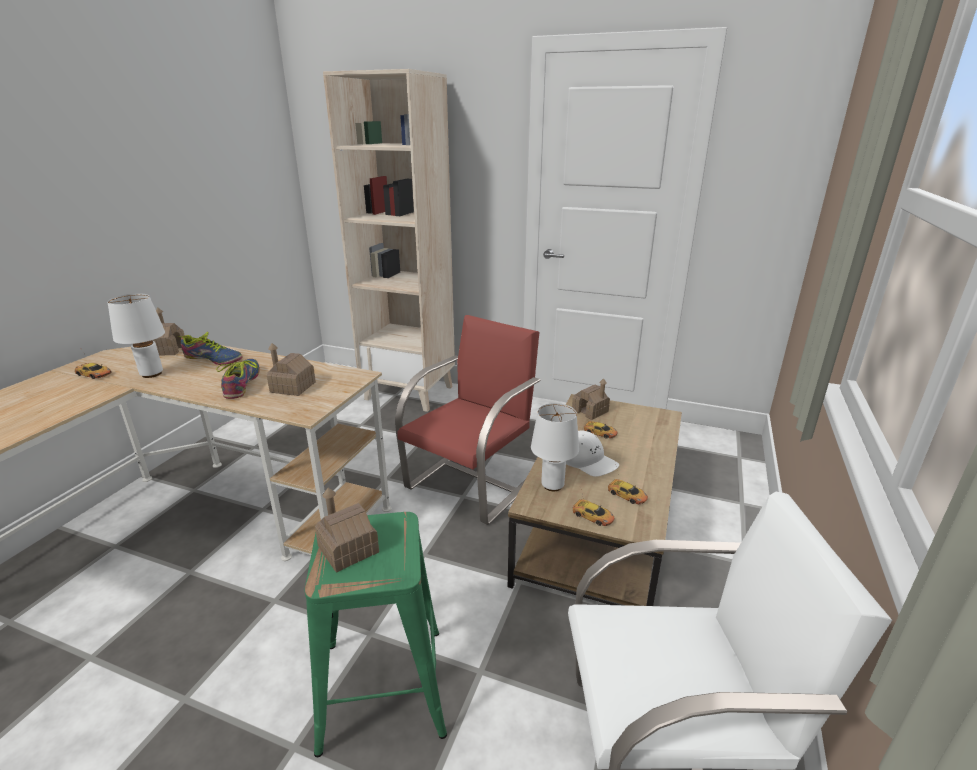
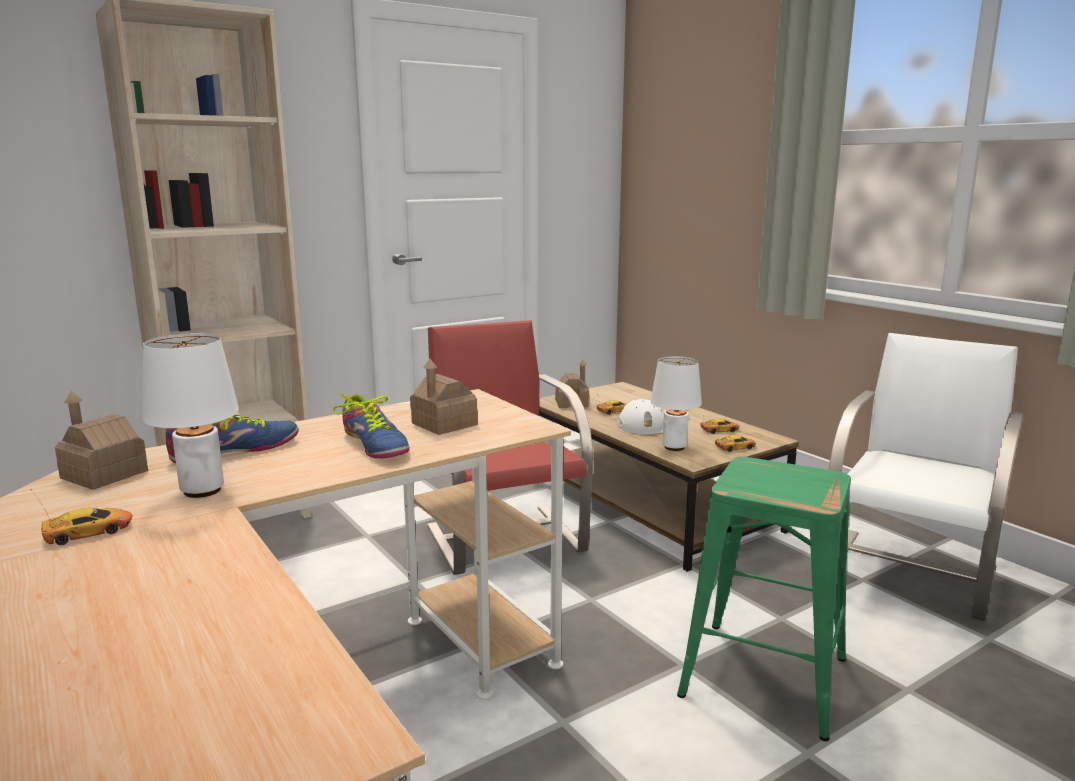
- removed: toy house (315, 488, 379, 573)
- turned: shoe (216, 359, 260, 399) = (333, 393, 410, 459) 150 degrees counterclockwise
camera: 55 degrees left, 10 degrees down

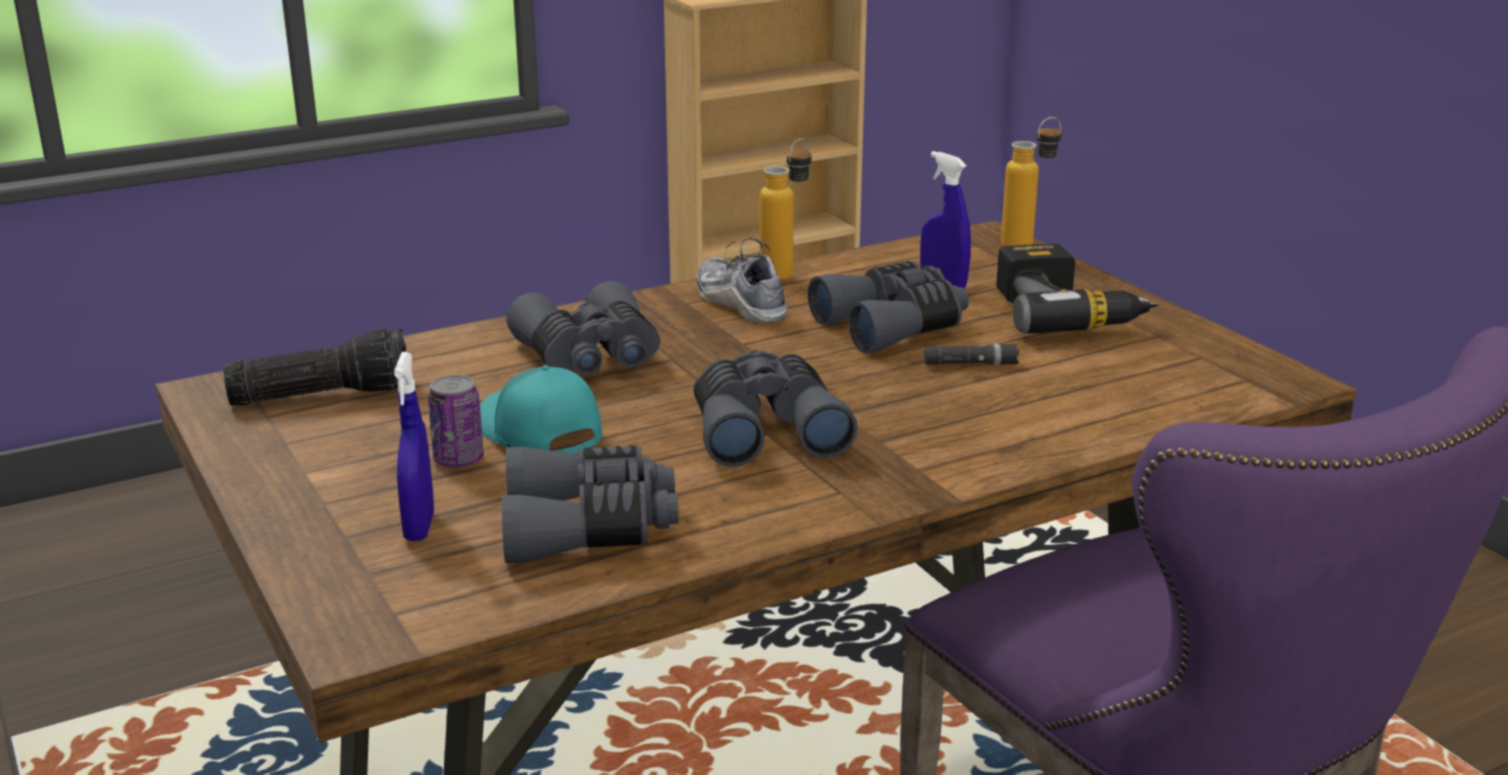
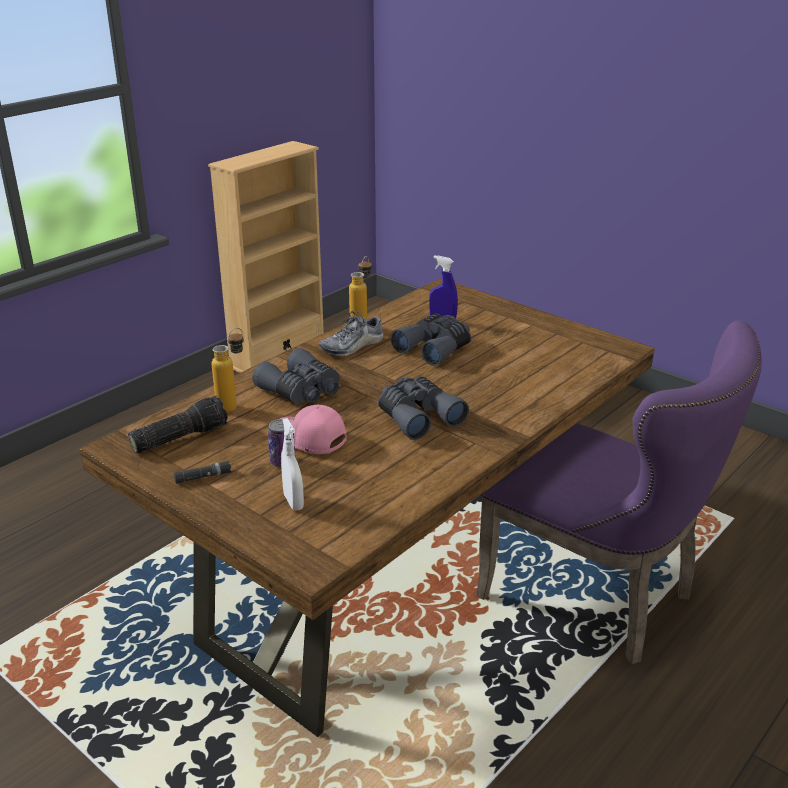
- removed: binoculars (grey) (502, 445, 679, 563)
- removed: power drill (997, 244, 1159, 333)
- moved: flashlight (black) (924, 344, 1020, 365) to (174, 461, 232, 484)
- moved: bottle (1001, 117, 1061, 247) to (212, 328, 244, 413)
- recoloured: spray bottle (blue) (394, 352, 434, 541) to spray bottle (white) (281, 418, 304, 510)
- recoloured: cap (turquoise) (480, 365, 602, 454) to cap (pink) (280, 405, 347, 454)
- turned: shoe (697, 238, 787, 323) = (319, 311, 384, 357) 75 degrees counterclockwise
camera: 20 degrees left, 5 degrees up

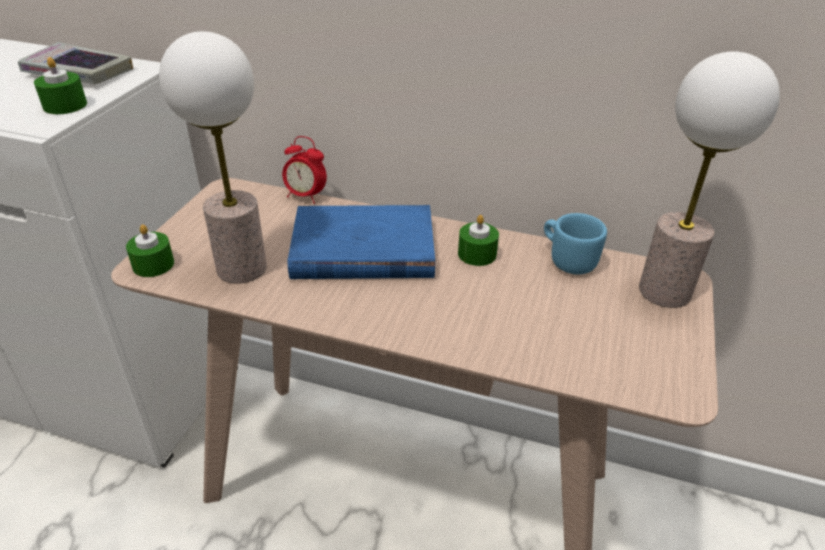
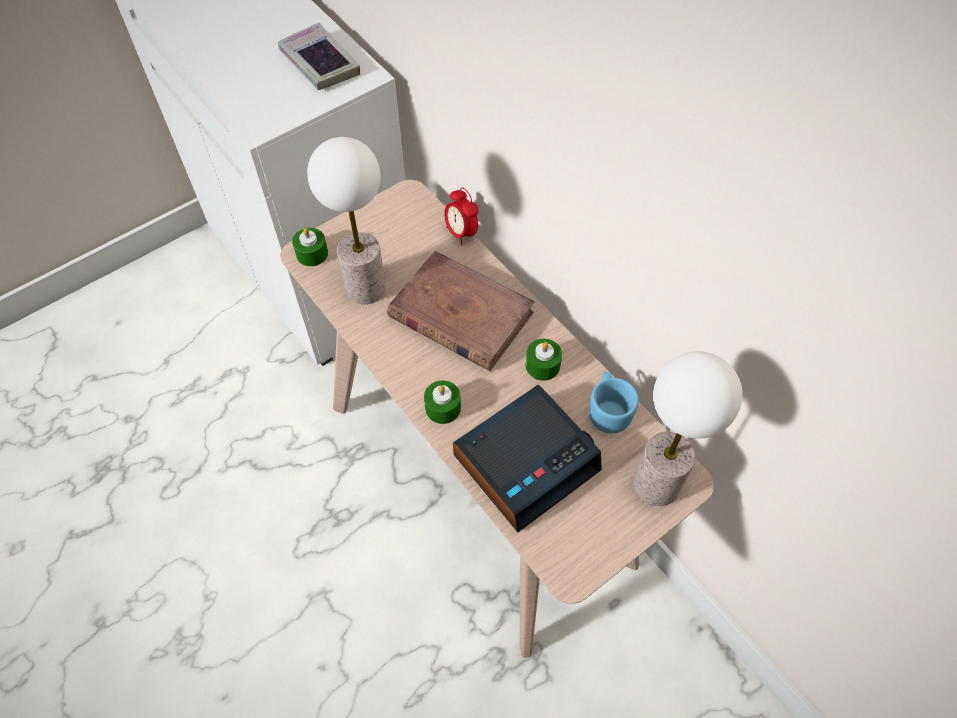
- added: alarm clock (453, 385, 602, 532)
- moved: candle (green) (34, 57, 87, 114) to (424, 380, 461, 424)
- recoloured: book (blue) (288, 205, 435, 279) to book (brown) (387, 251, 535, 371)
camera: 35 degrees right, 20 degrees up

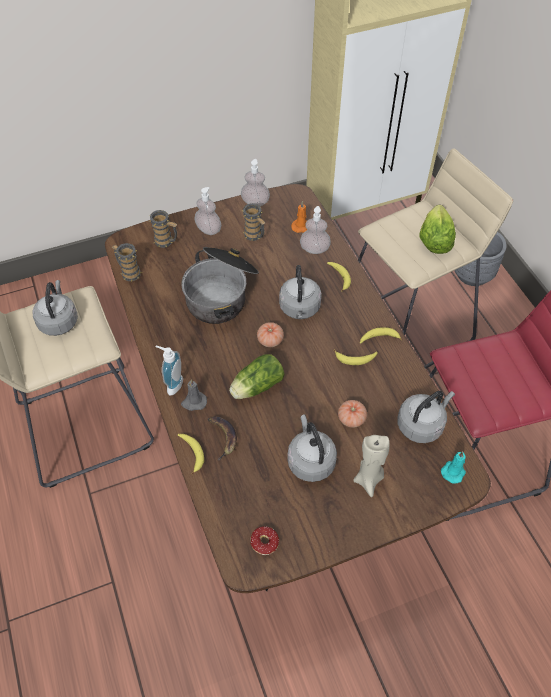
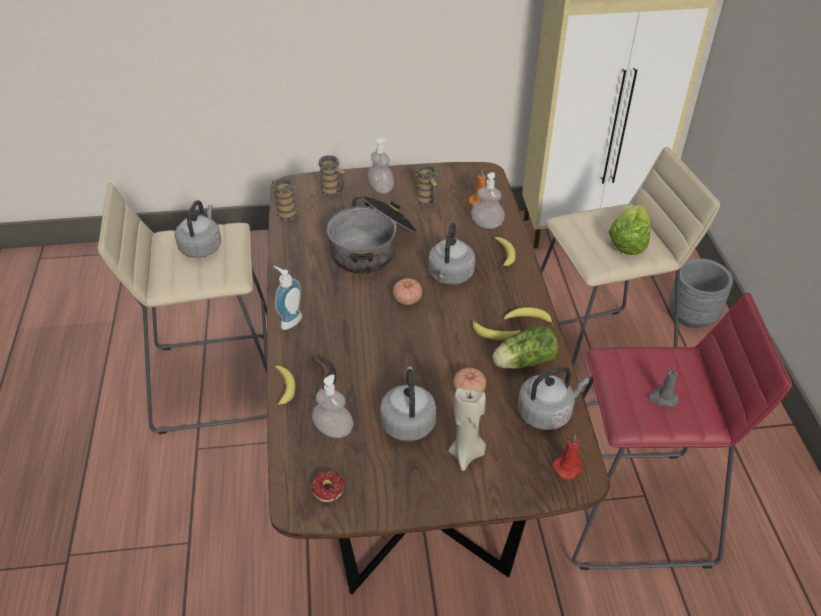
- moved: candle (grey) (181, 379, 207, 411) to (648, 366, 679, 407)
- moved: lettuce (229, 354, 284, 399) to (492, 326, 558, 369)
- moved: soap dispenser (241, 159, 270, 206) to (312, 374, 354, 438)
- recoloured: candle (turquoise) (441, 451, 466, 484) to candle (red) (553, 435, 582, 479)
camera: 15 degrees right, 10 degrees down

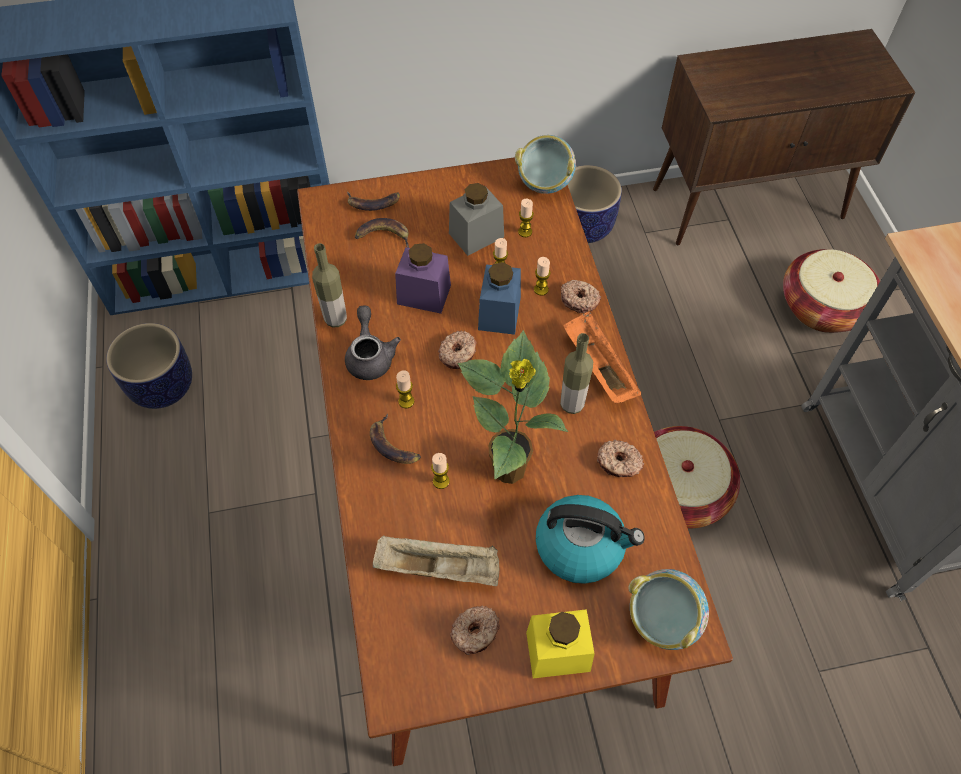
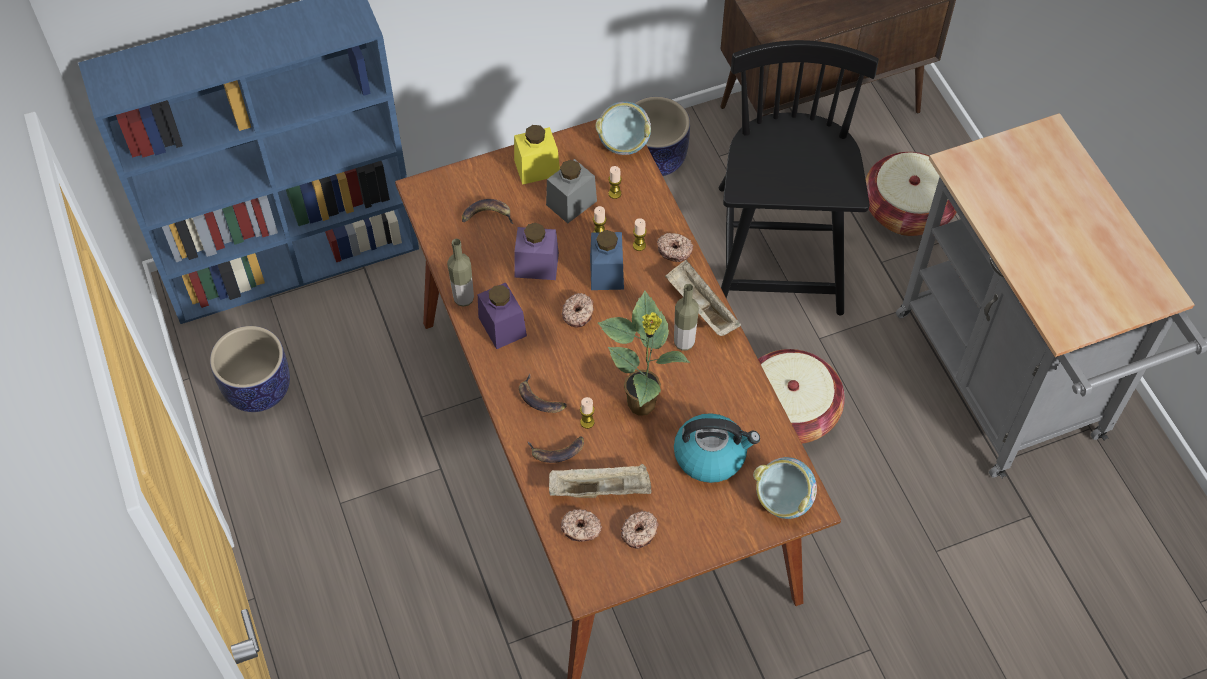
- removed: candle (396, 370, 414, 408)
- added: chair (black) (719, 40, 879, 316)
- moved: banana (347, 192, 400, 211) to (528, 436, 584, 463)
- moved: jar (yellow) (526, 609, 595, 679) to (514, 125, 560, 185)
- moved: donut (597, 440, 644, 477) to (561, 509, 602, 542)
- replaced: teapot (grey) (345, 305, 401, 380) to jar (purple) (478, 282, 527, 349)
- recoloured: tray (orange) (563, 311, 641, 403) to tray (beige) (665, 260, 741, 336)
camera: 10 degrees left, 0 degrees up

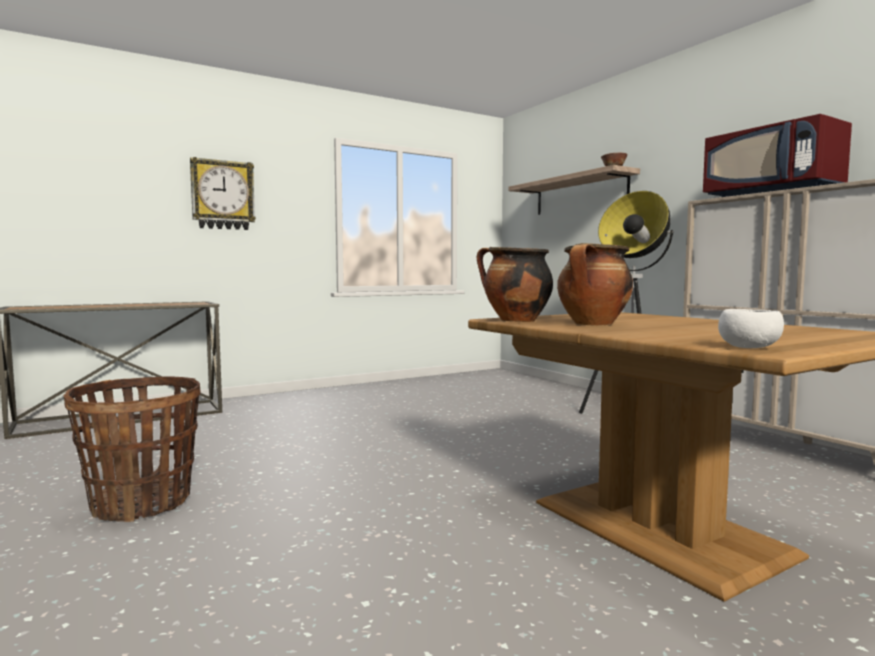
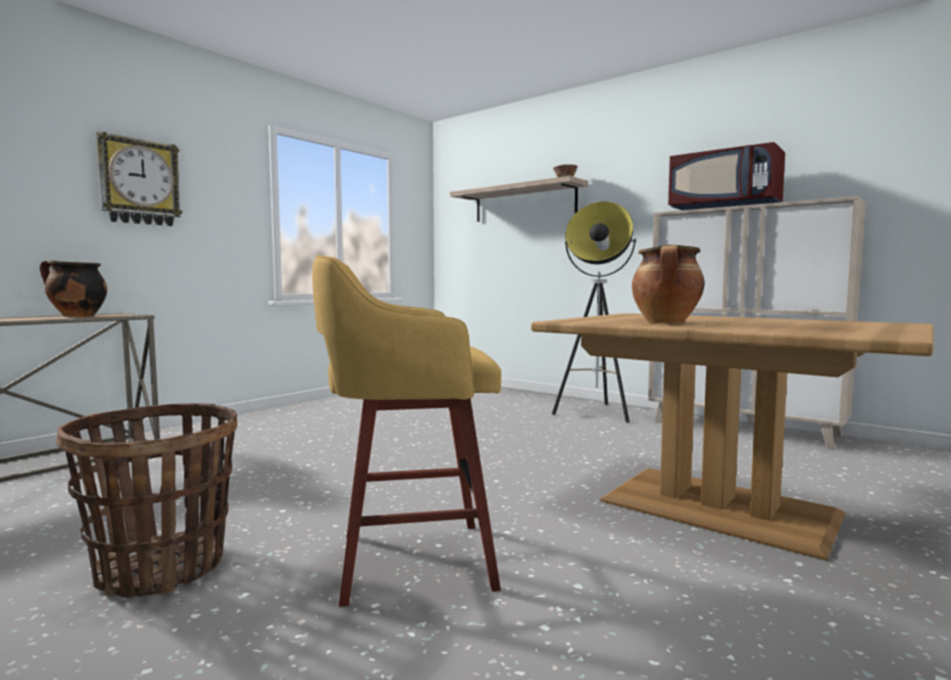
- removed: bowl (white) (718, 309, 784, 348)
- added: stool (yellow) (312, 255, 501, 607)
- moved: cooking pot (477, 247, 553, 322) to (40, 260, 107, 317)
camera: 20 degrees left, 0 degrees up

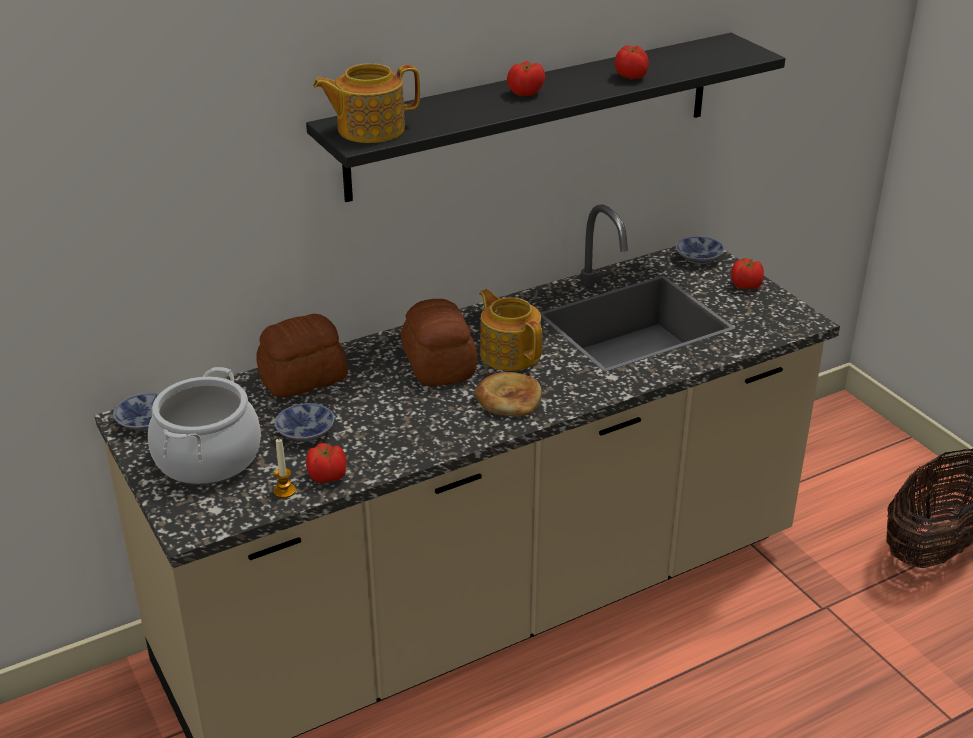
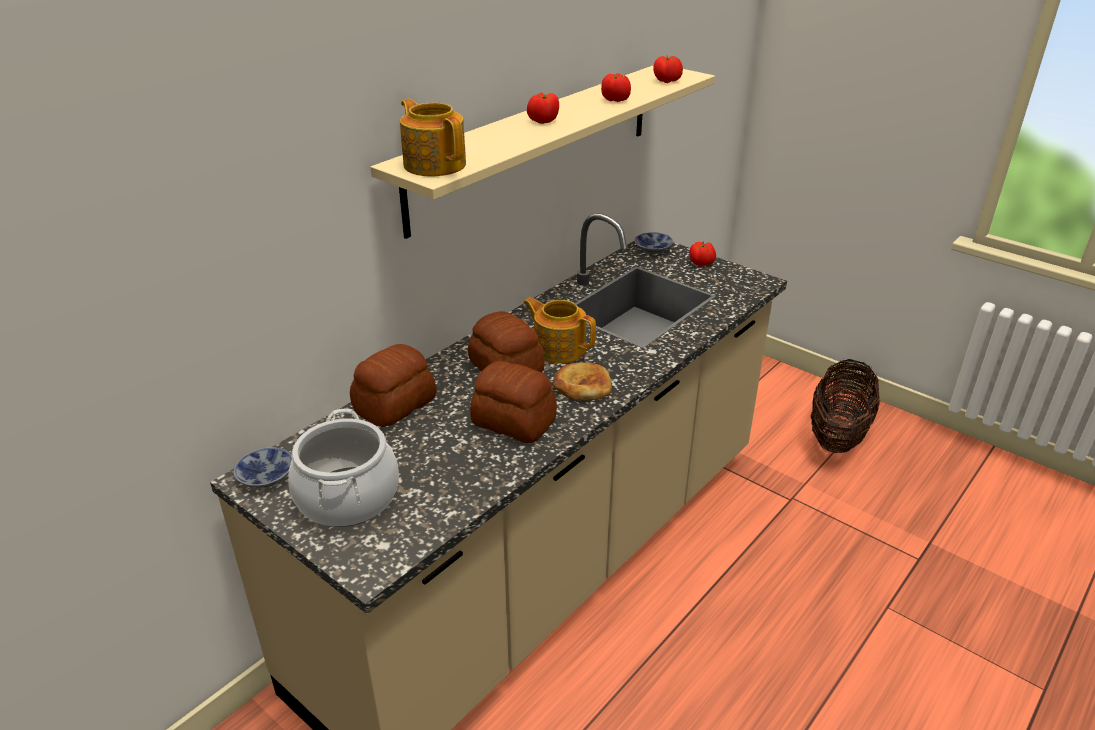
- removed: candle (273, 438, 296, 498)
- removed: bowl (274, 403, 334, 442)
- added: bread (470, 361, 557, 443)
- moved: tomato (306, 443, 347, 483) to (653, 55, 683, 83)
- recoloured: shelf (black) (306, 33, 786, 202) to shelf (beige) (370, 65, 715, 239)
- turned: teapot (313, 63, 420, 143) = (400, 99, 466, 176) 90 degrees clockwise
camera: 20 degrees left, 0 degrees up

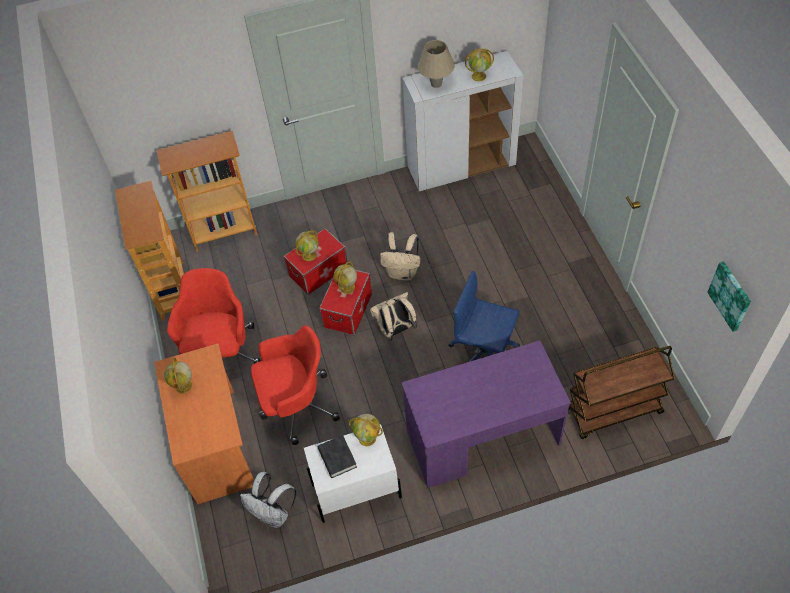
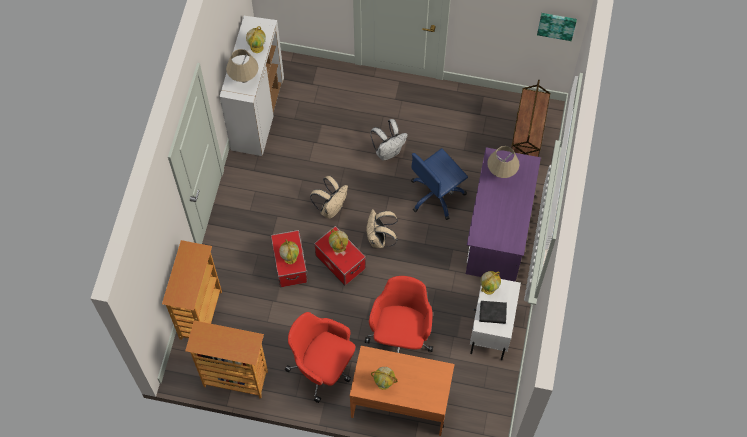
- added: table lamp (beige) (487, 146, 519, 178)
- moved: backpack (white) (240, 472, 296, 528) to (370, 119, 408, 160)
camera: 65 degrees left, 10 degrees up

